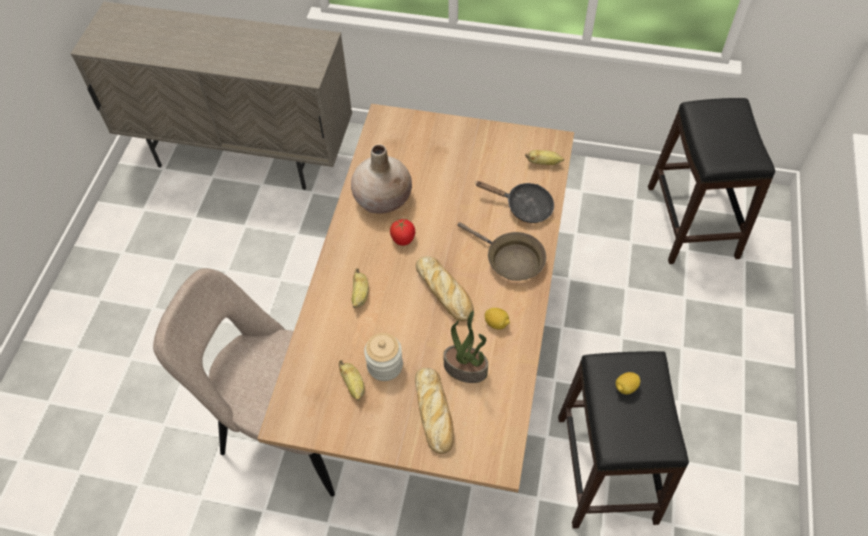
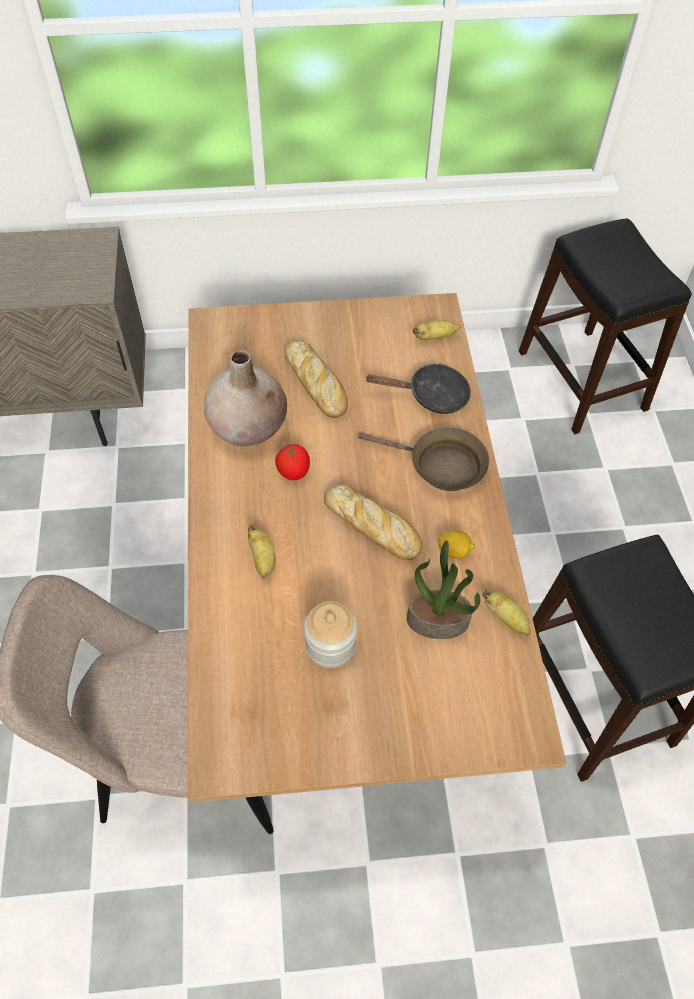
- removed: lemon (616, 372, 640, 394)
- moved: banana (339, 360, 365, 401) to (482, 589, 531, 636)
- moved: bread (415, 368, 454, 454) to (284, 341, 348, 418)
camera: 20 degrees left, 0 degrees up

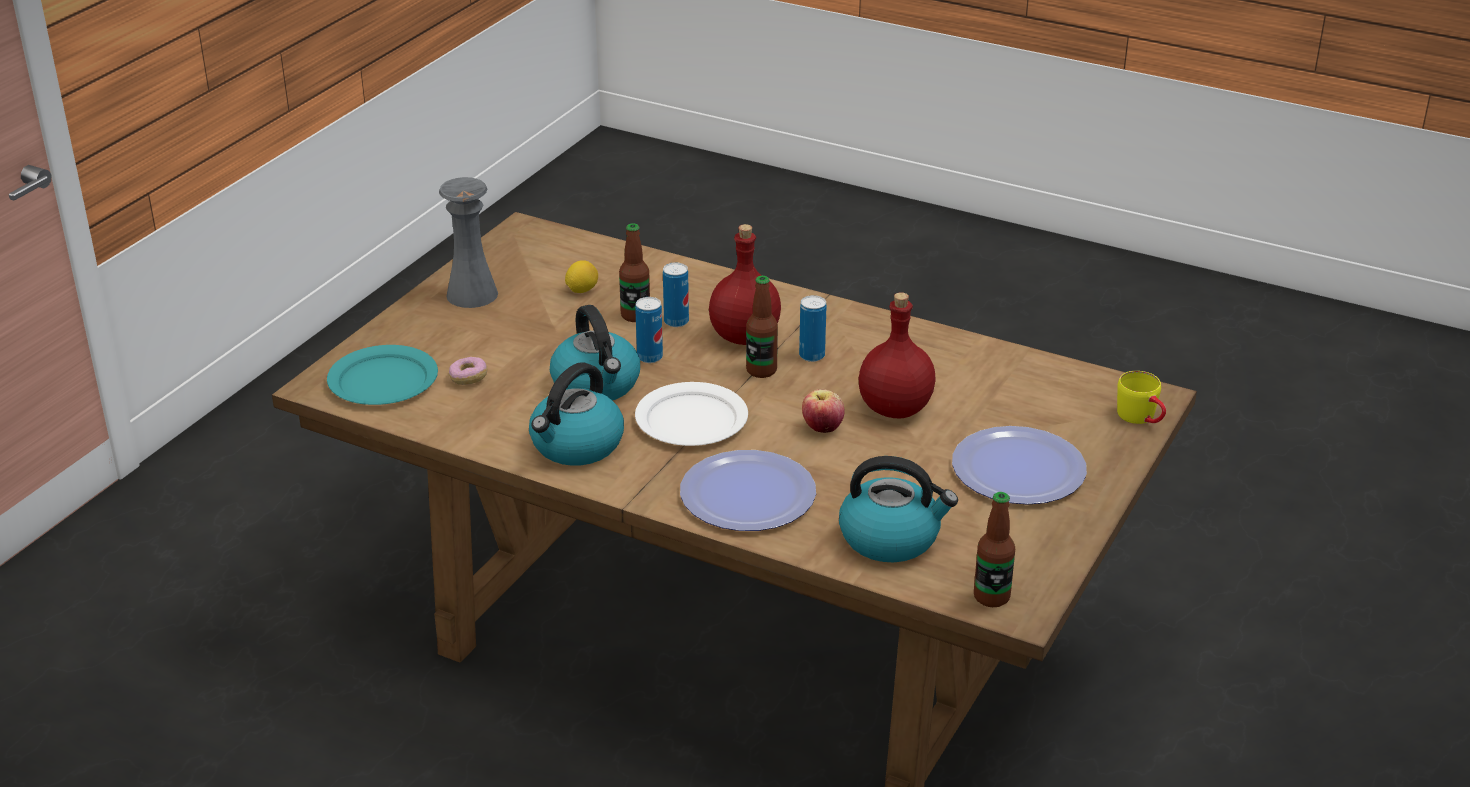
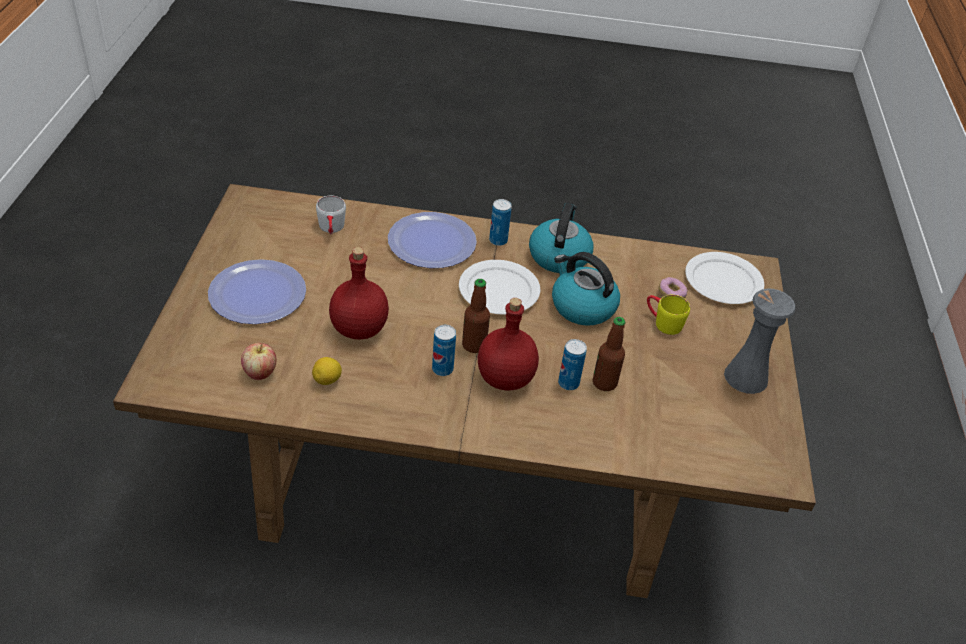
- removed: bottle (974, 492, 1015, 607)
- moved: lemon (565, 260, 598, 293) to (312, 357, 342, 385)
- moved: can (635, 297, 663, 363) to (489, 199, 512, 246)
- moved: apple (802, 389, 845, 433) to (241, 343, 276, 380)
- moved: mug (yellow) (1117, 371, 1166, 424) to (647, 295, 690, 335)
- replaced: kettle (839, 456, 958, 562) to mug (white) (316, 196, 346, 234)
- recoloured: plate (turquoise) (327, 345, 438, 405) to plate (white) (685, 252, 764, 304)
camera: 155 degrees right, 10 degrees up

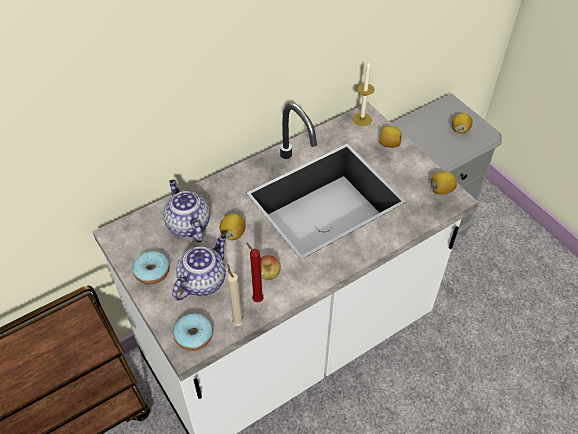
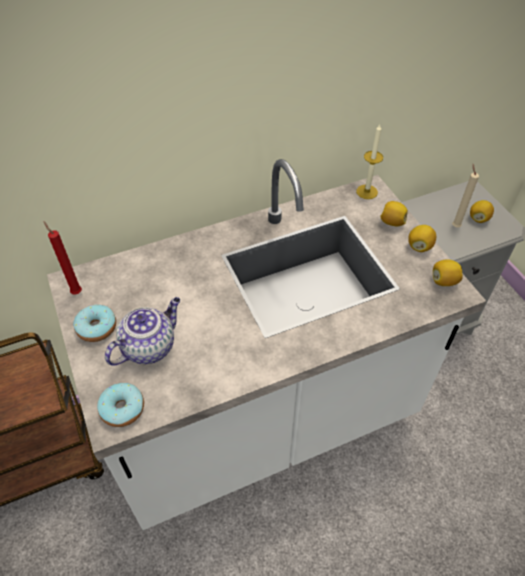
- removed: teapot (163, 179, 210, 243)
- removed: apple (260, 255, 281, 280)
- moved: lemon (219, 214, 246, 240) to (408, 225, 436, 252)
- moved: candle (beige) (227, 263, 244, 326) to (452, 164, 479, 228)
- moved: candle (red) (246, 242, 264, 302) to (43, 221, 82, 294)
camera: 10 degrees right, 0 degrees up

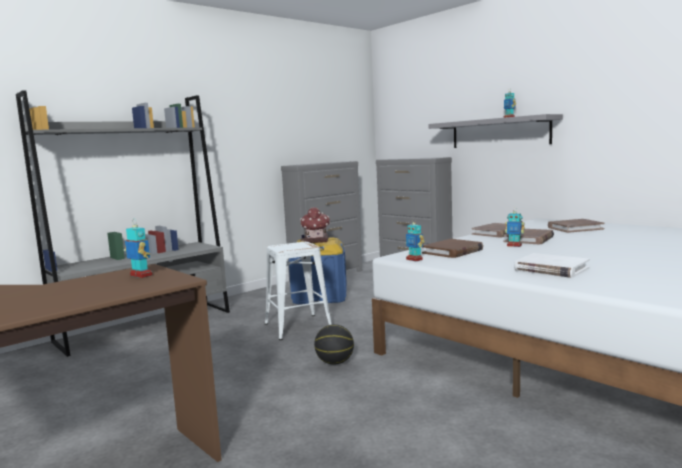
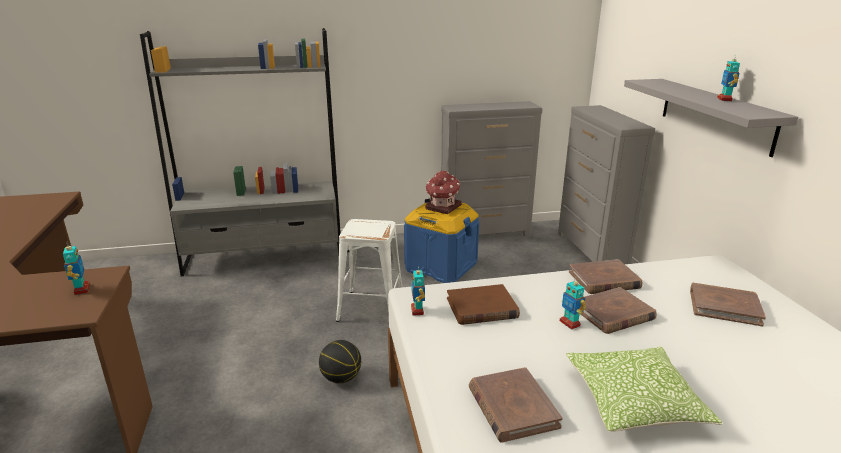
- added: pillow (566, 347, 723, 432)
- recoloured: book (white) (514, 253, 590, 278) to book (brown) (469, 367, 563, 443)
camera: 30 degrees right, 15 degrees up

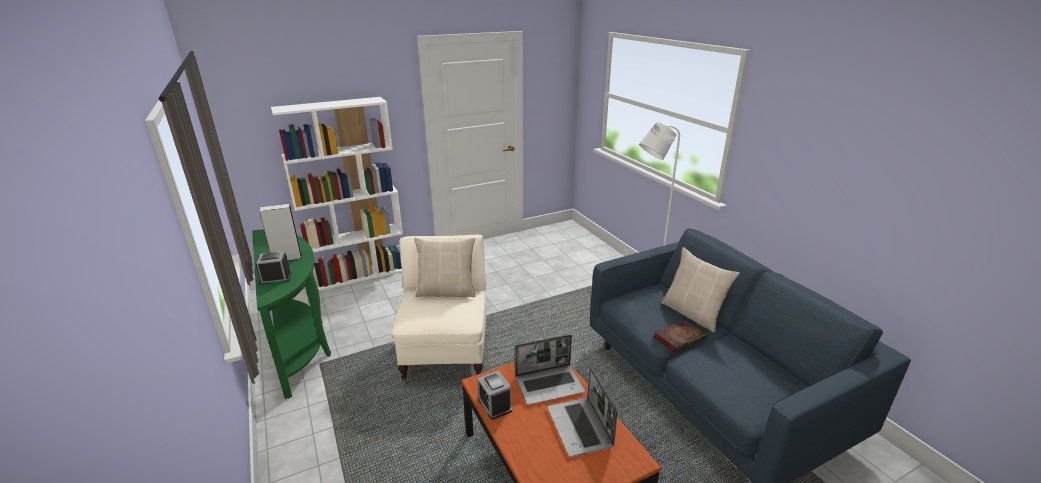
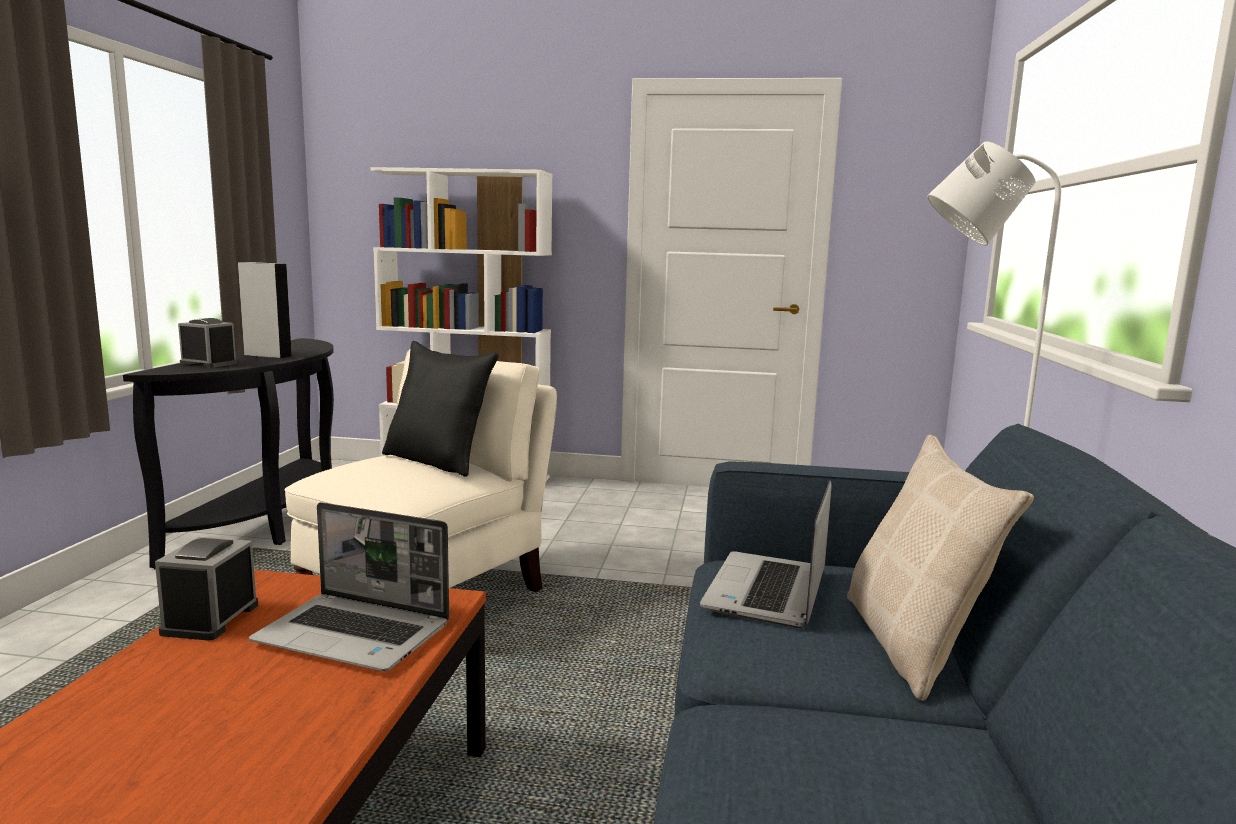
- removed: book (653, 319, 708, 353)
- moved: laptop (548, 367, 618, 457) to (700, 480, 832, 628)
- recoloured: console table (green) (252, 229, 331, 399) to console table (black) (123, 338, 334, 570)
- recoloured: pillow (beige) (414, 237, 476, 297) to pillow (black) (382, 341, 499, 477)
camera: 35 degrees right, 15 degrees down

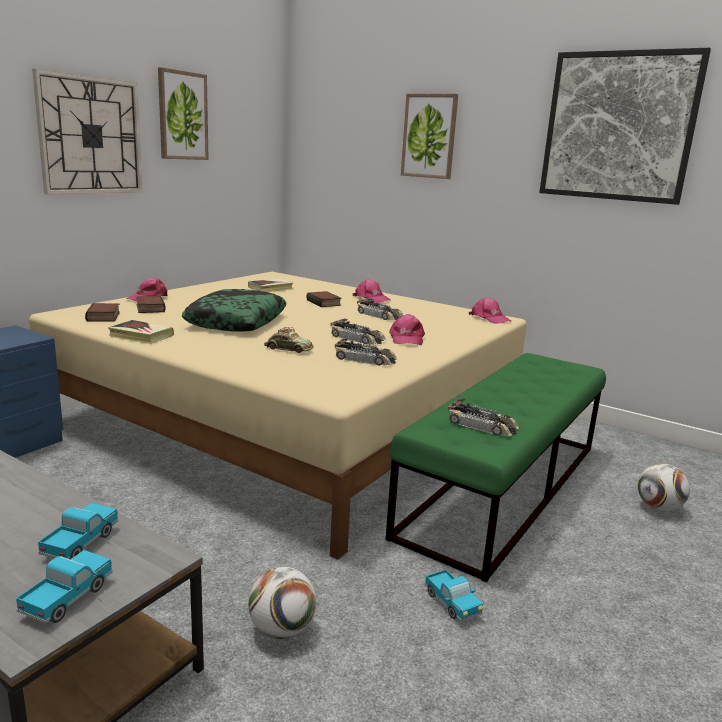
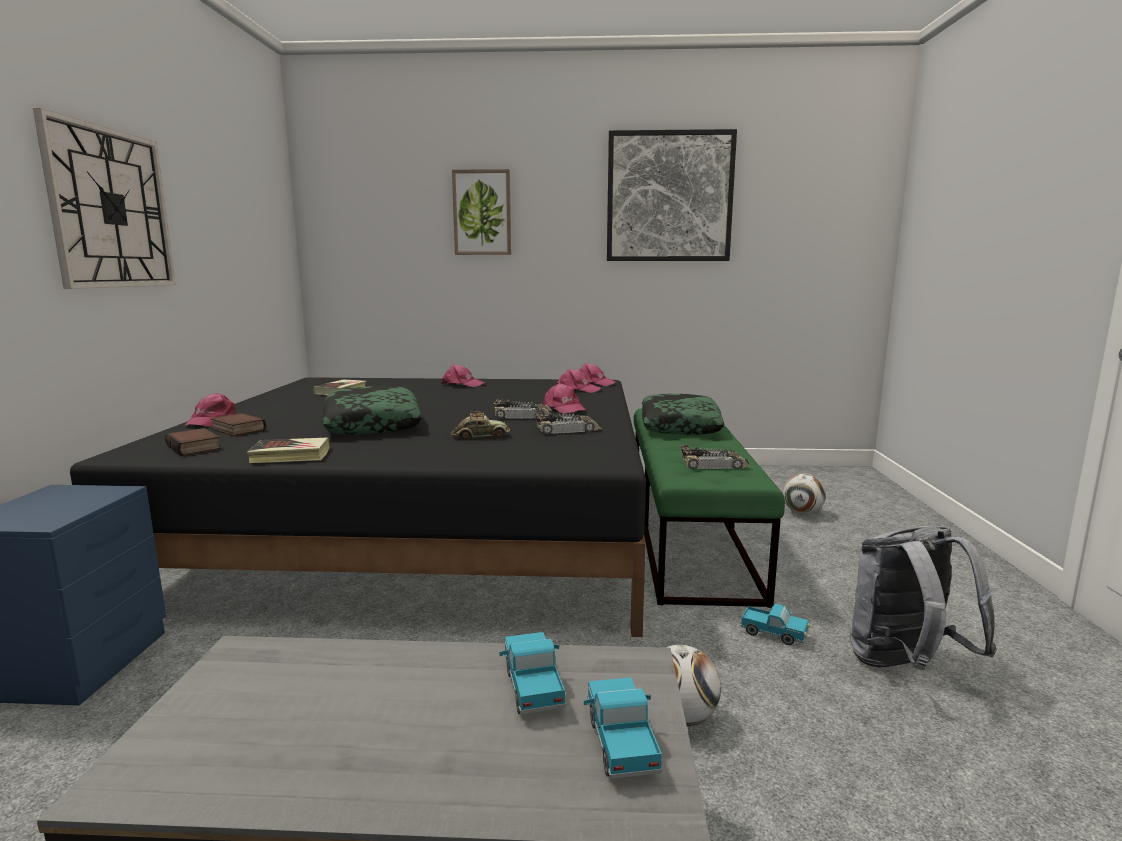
- removed: picture (158, 67, 209, 160)
- removed: book (306, 291, 341, 307)
- removed: toy car (357, 298, 403, 320)
- added: cap (pink) (557, 369, 601, 393)
- added: pillow (642, 394, 724, 435)
- added: backpack (grey) (850, 526, 997, 670)
- recoloured: bed (beige) (29, 272, 527, 560) to bed (black) (70, 377, 646, 637)
camera: 30 degrees left, 5 degrees down

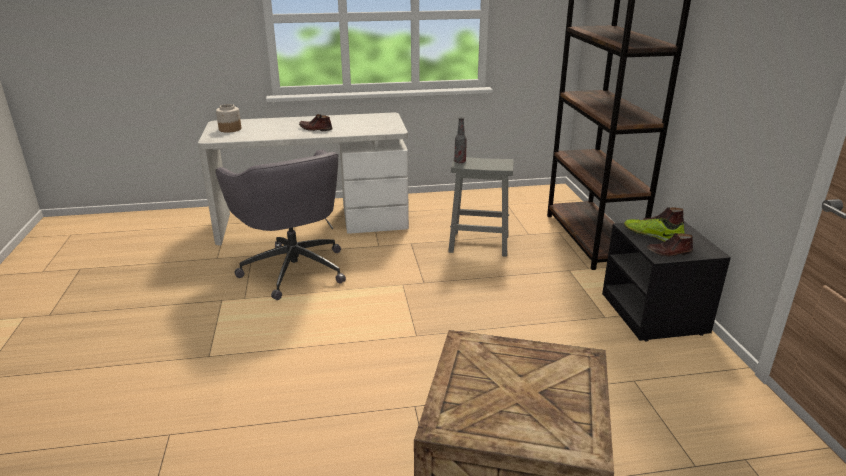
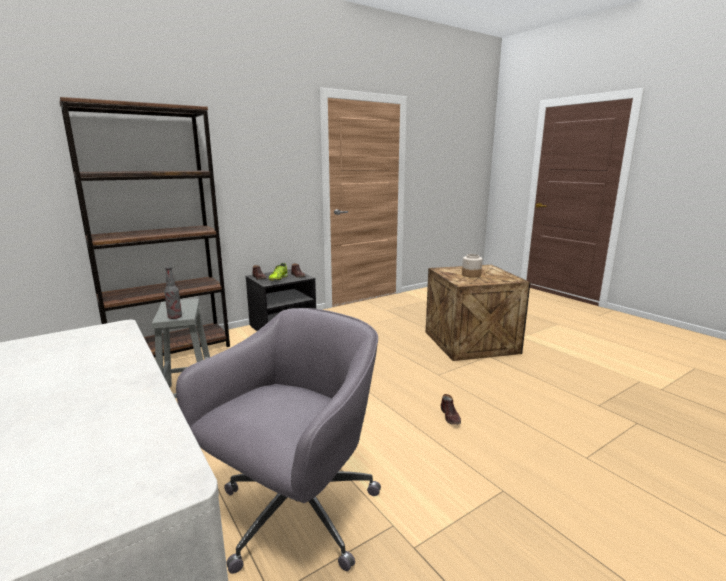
- moved: jar (216, 104, 241, 133) to (462, 254, 482, 278)
- moved: shoe (brown) (299, 114, 332, 131) to (441, 394, 461, 425)
camera: 115 degrees left, 10 degrees down

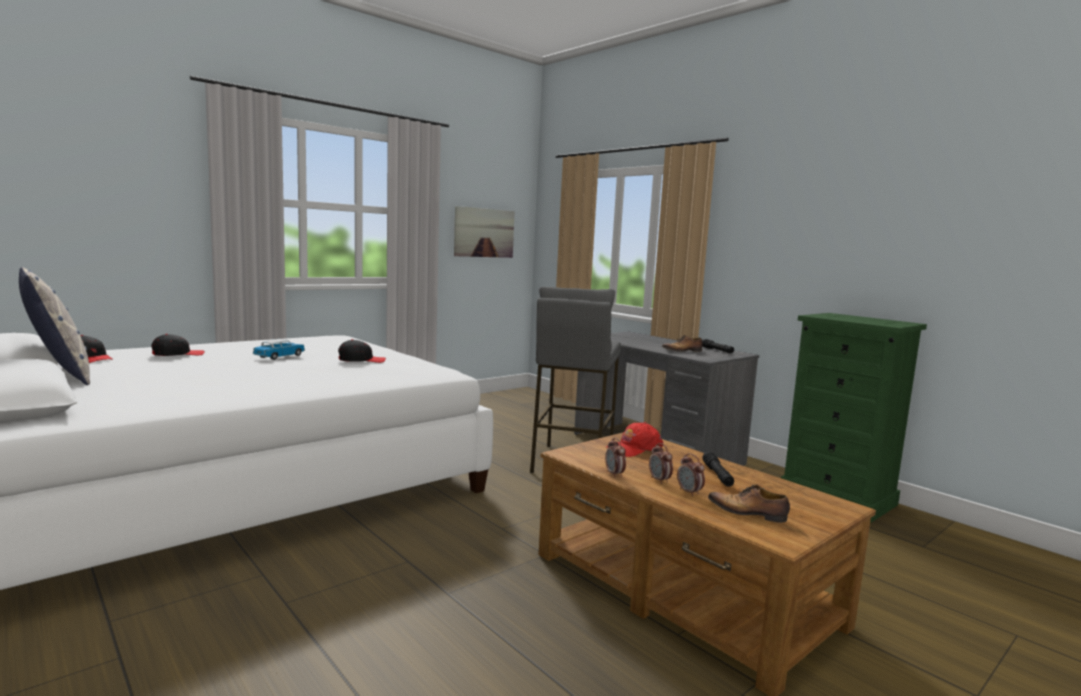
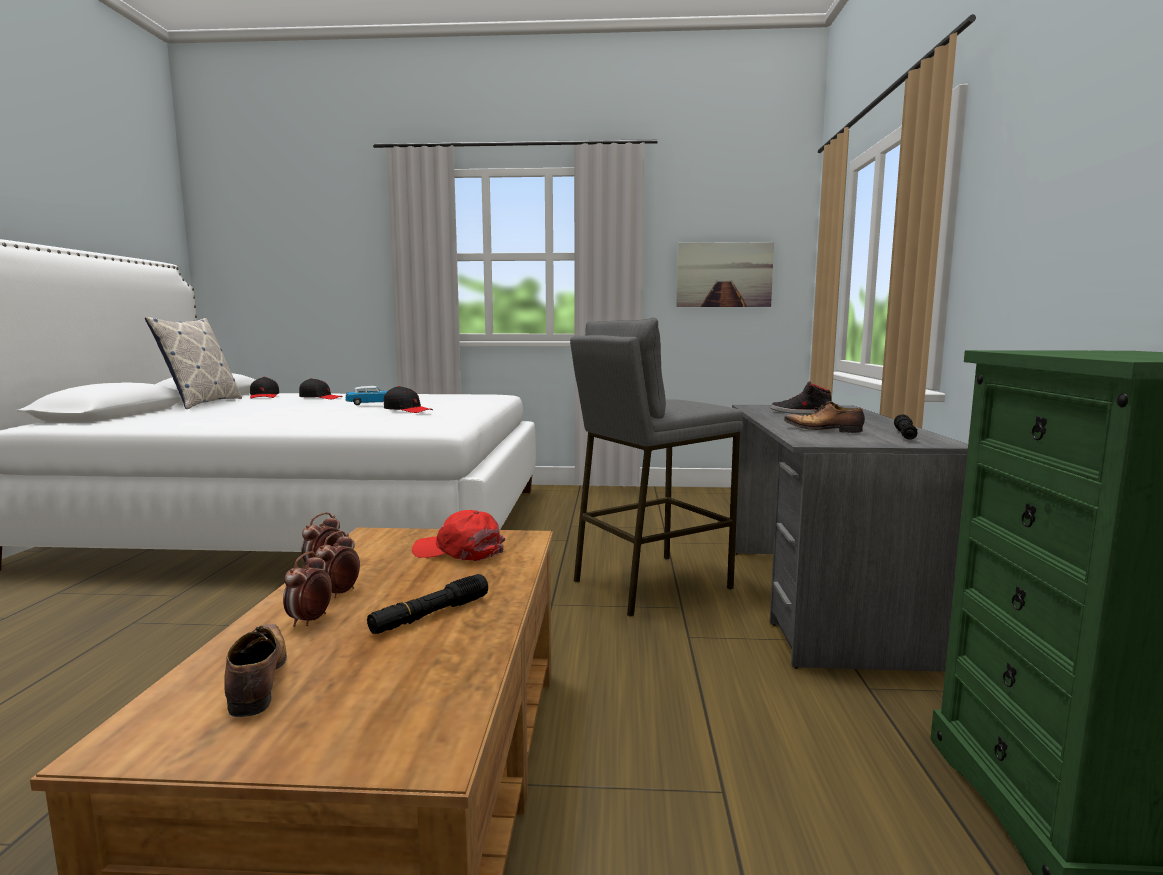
- added: shoe (black) (771, 381, 832, 414)
camera: 45 degrees right, 0 degrees up

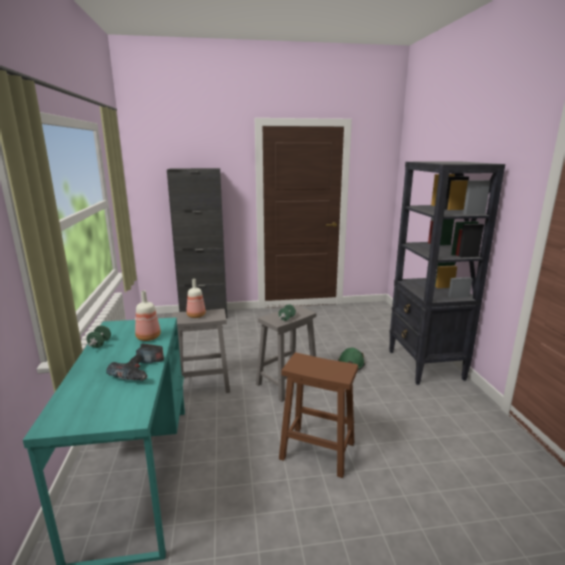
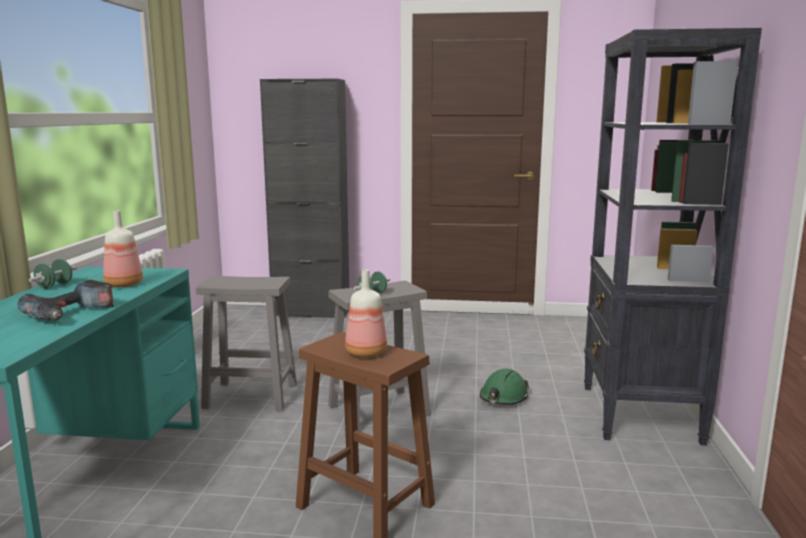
- moved: bottle (186, 279, 206, 318) to (345, 269, 387, 357)
camera: 15 degrees right, 5 degrees down

